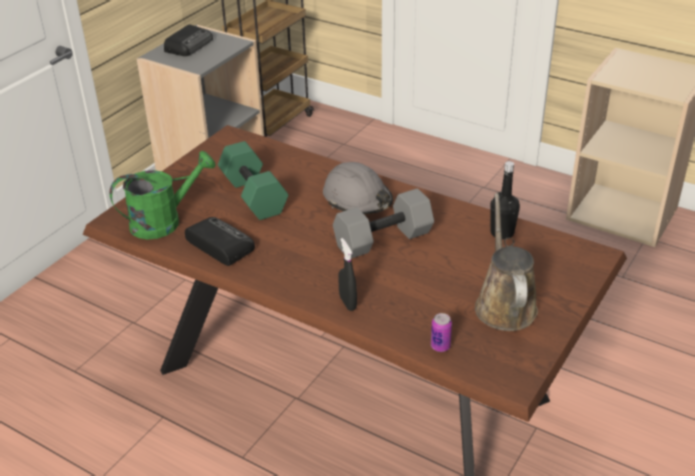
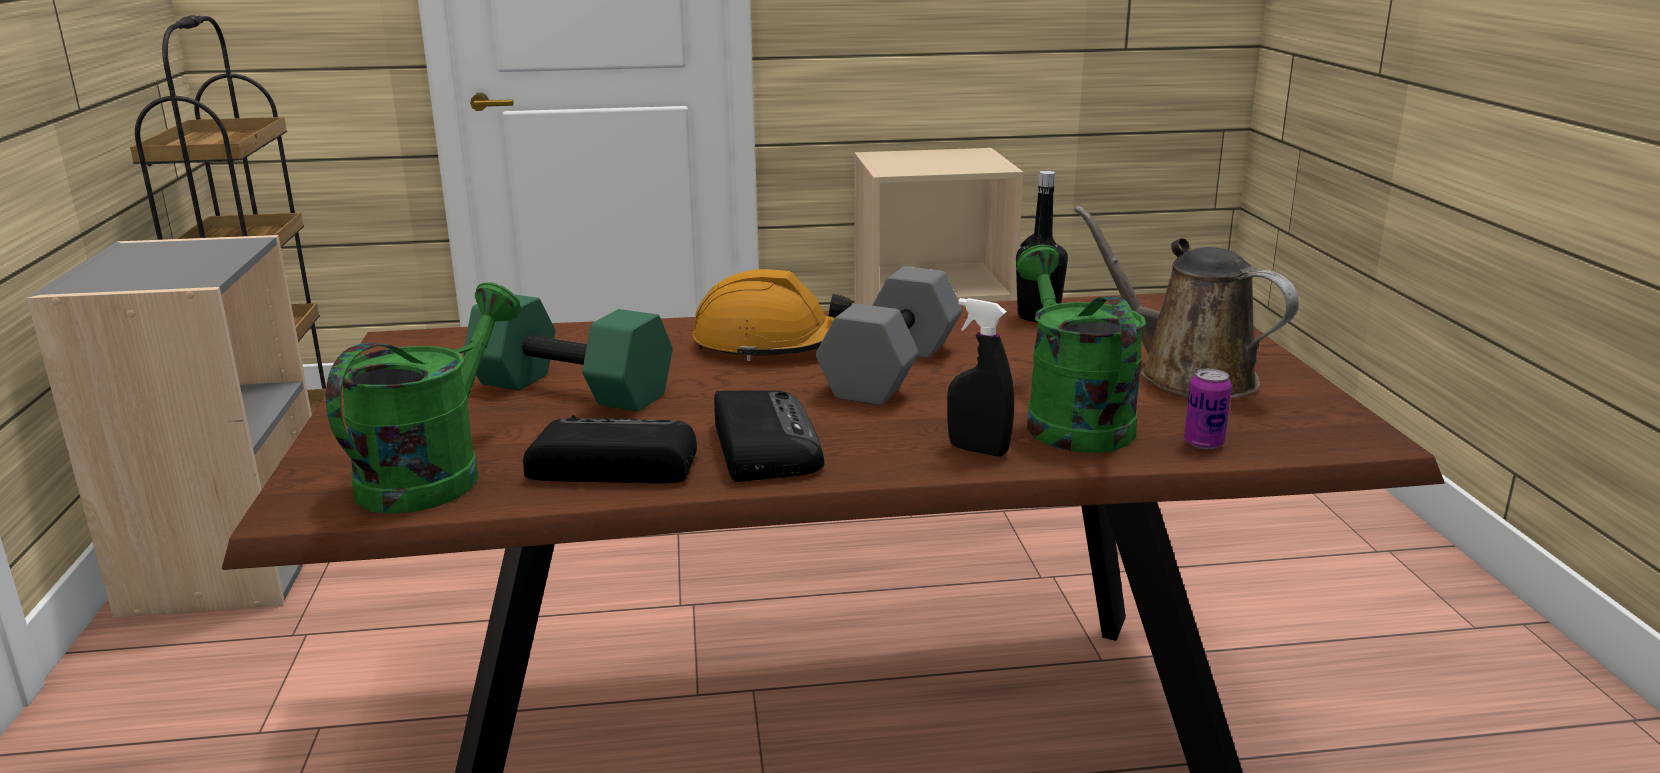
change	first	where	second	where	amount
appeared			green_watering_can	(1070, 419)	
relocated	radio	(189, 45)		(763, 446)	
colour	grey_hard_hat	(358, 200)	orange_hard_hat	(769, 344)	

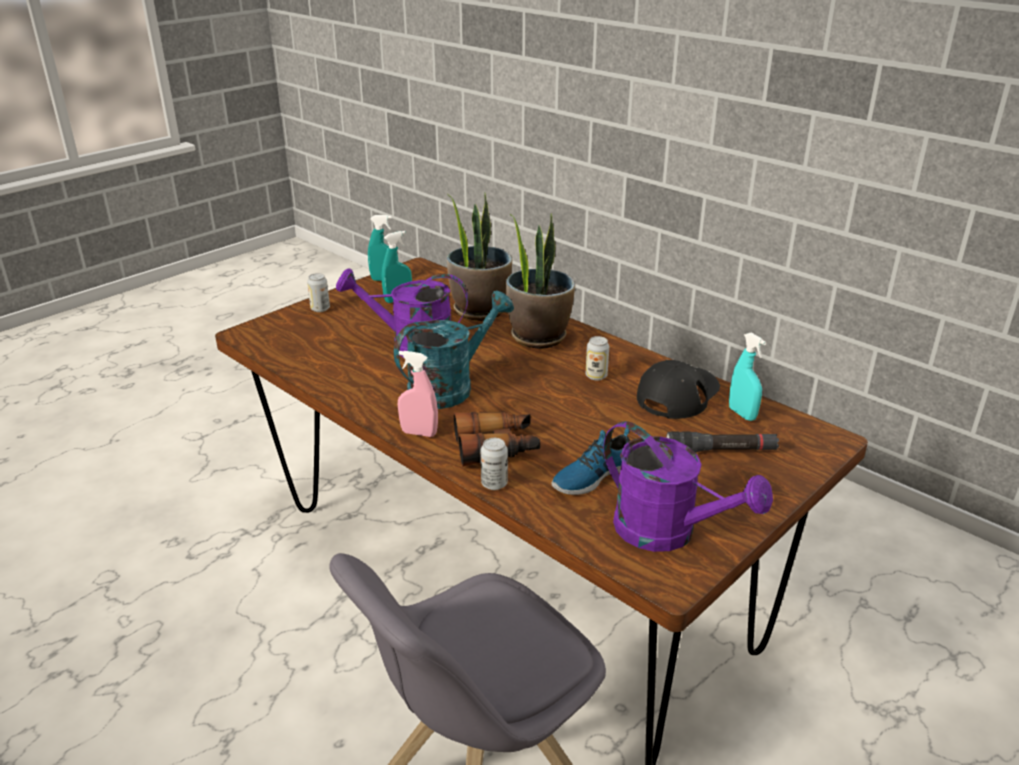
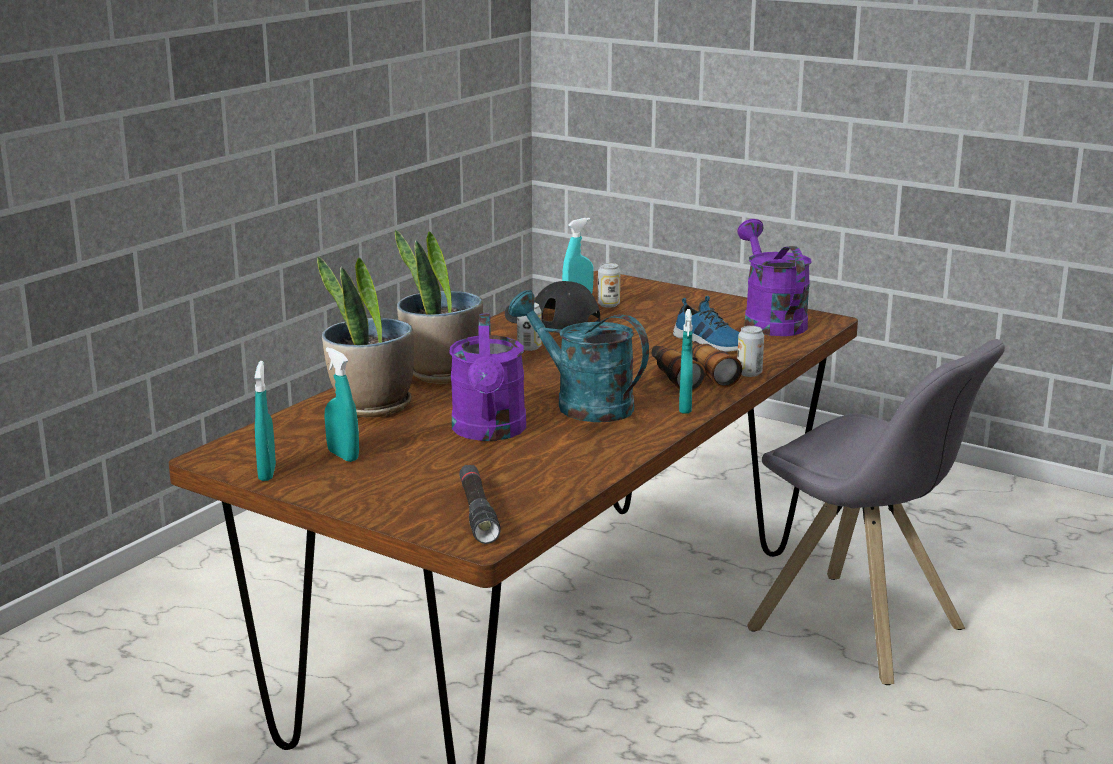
change	first	where	second	where	amount
relocated	can	(320, 309)		(608, 305)	
relocated	black_flashlight	(721, 450)		(477, 513)	
colour	pink_spray_bottle	(419, 433)	turquoise_spray_bottle	(685, 408)	
spun	purple_watering_can	(668, 533)		(770, 321)	45 degrees counterclockwise

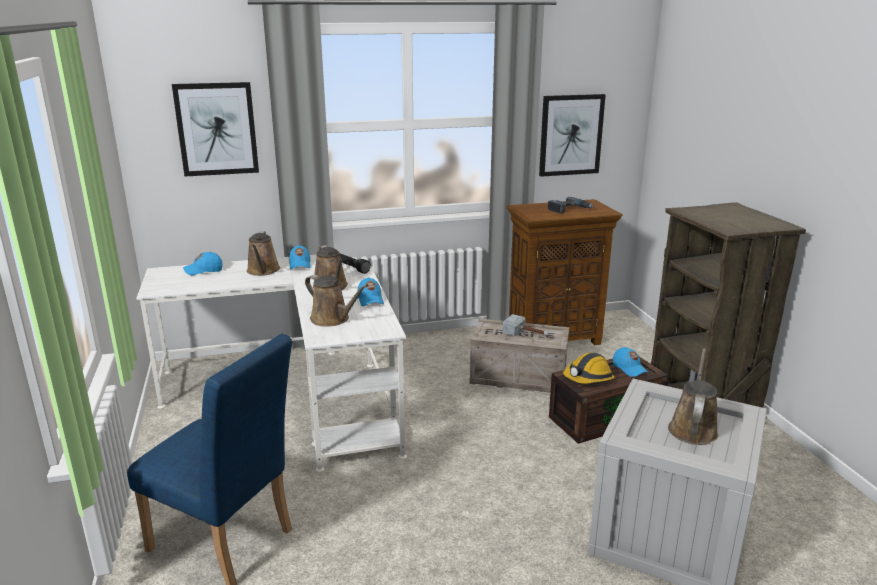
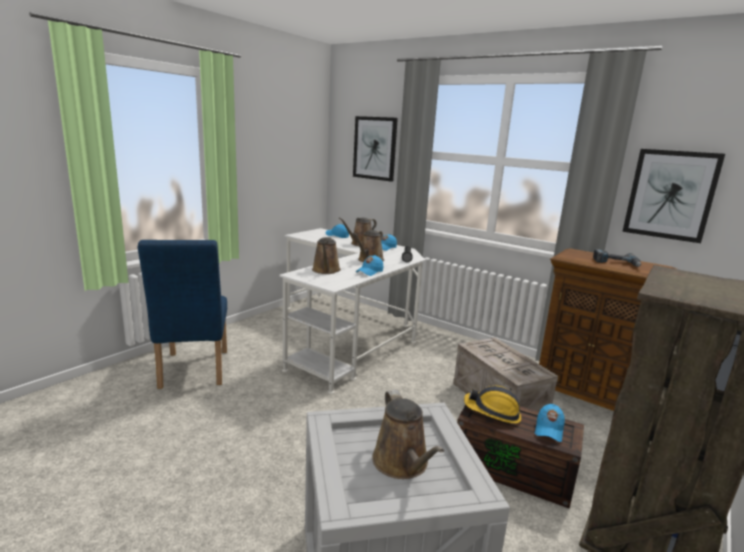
change	first	where	second	where	amount
missing	hammer	(526, 334)			
spun	brown_watering_can	(693, 428)		(402, 464)	90 degrees clockwise

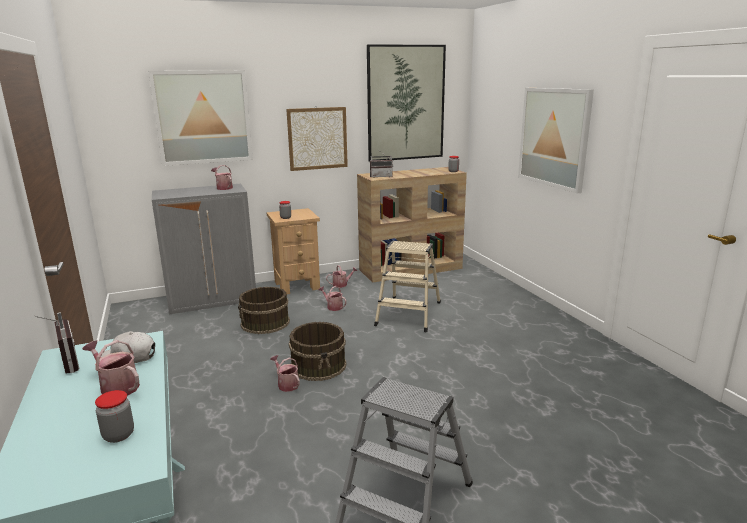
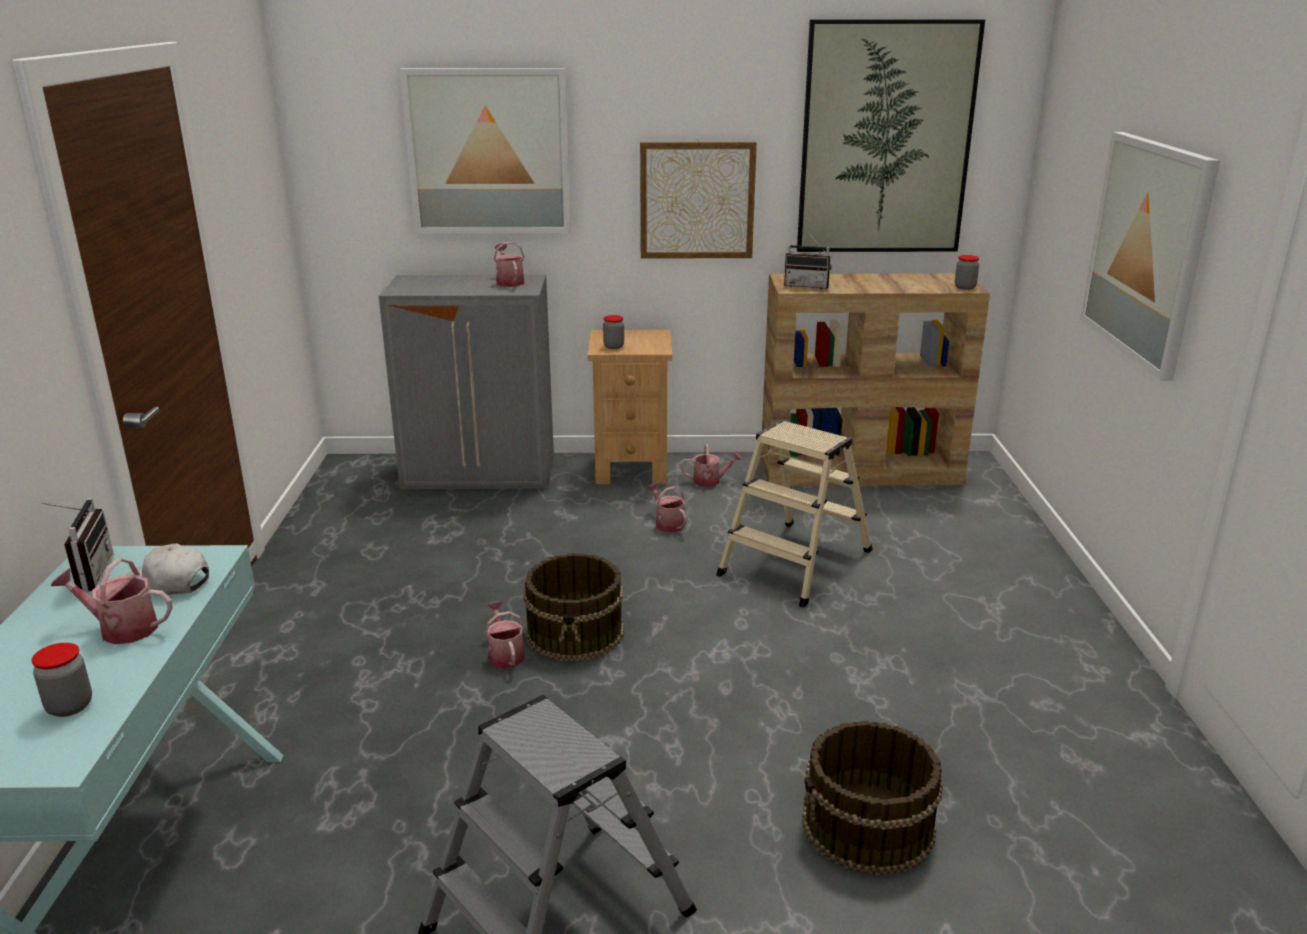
change	first	where	second	where	amount
relocated	brown_bucket	(265, 323)		(868, 827)	
spun	watering_can	(116, 387)		(121, 628)	45 degrees counterclockwise

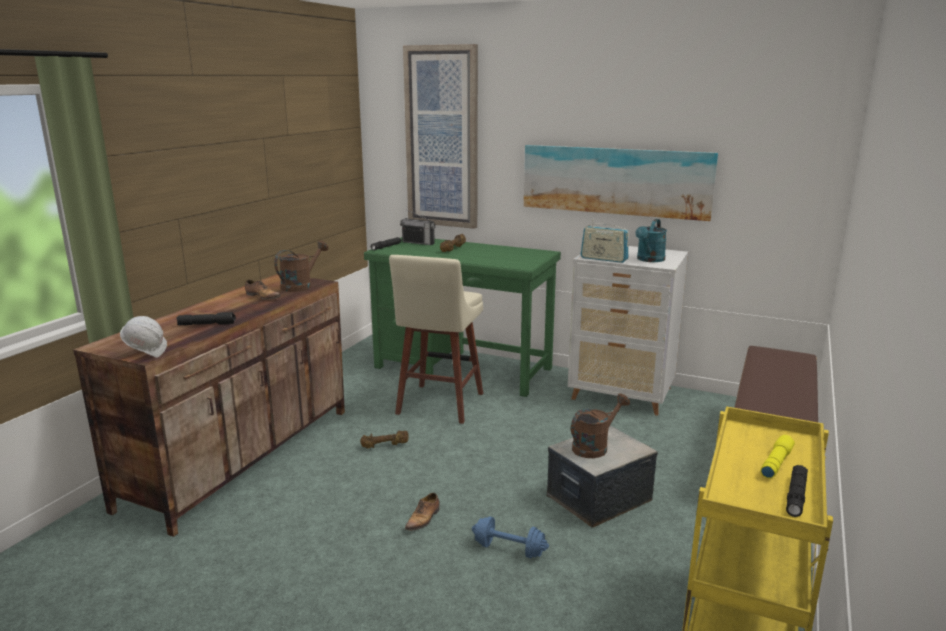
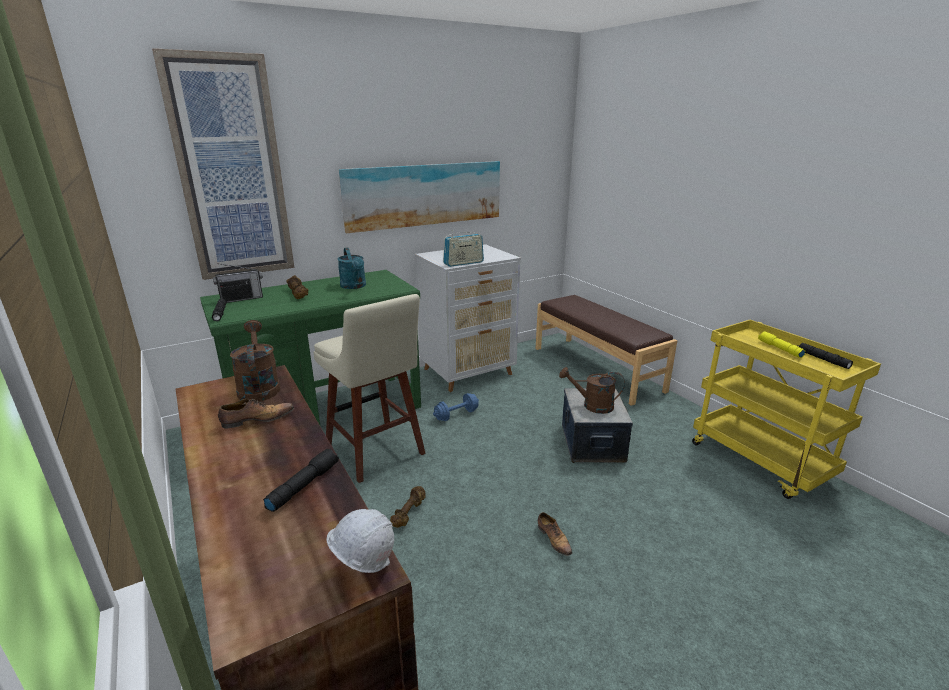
change	first	where	second	where	amount
relocated	blue_dumbbell	(509, 549)		(456, 415)	
relocated	turquoise_watering_can	(649, 260)		(354, 286)	
spun	brown_watering_can	(594, 446)		(592, 405)	75 degrees counterclockwise

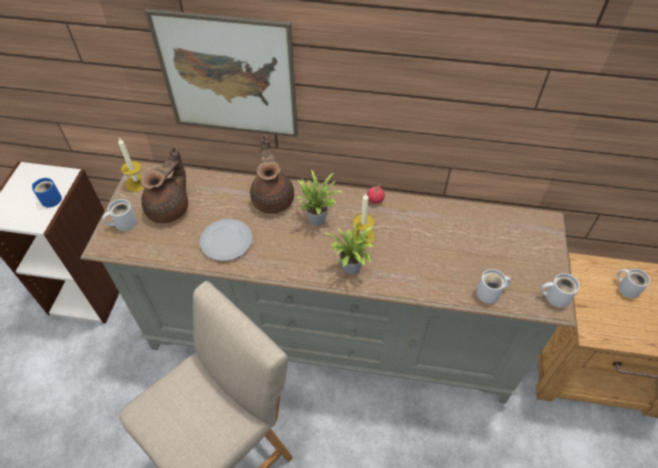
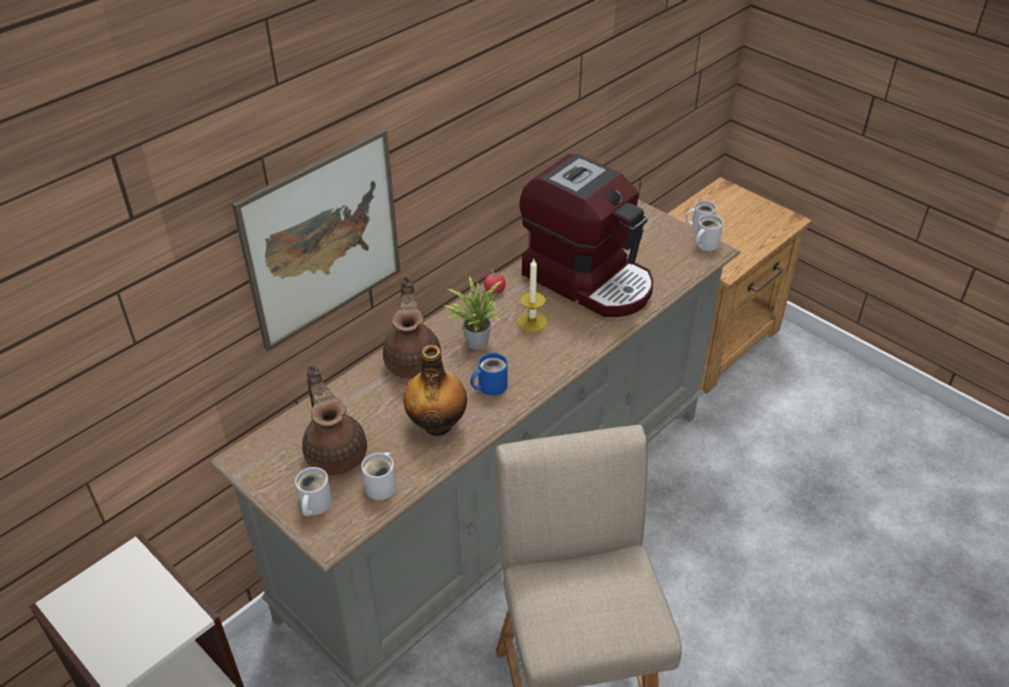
change	first	where	second	where	amount
missing	candle	(137, 183)			
missing	potted_plant	(351, 269)			
appeared			coffee_machine	(589, 279)	
relocated	blue_mug	(50, 198)		(489, 386)	
relocated	white_mug	(490, 293)		(383, 485)	
exchanged	plate	(227, 241)	bottle	(437, 424)	
spun	brown_teapot	(273, 198)		(413, 360)	60 degrees clockwise

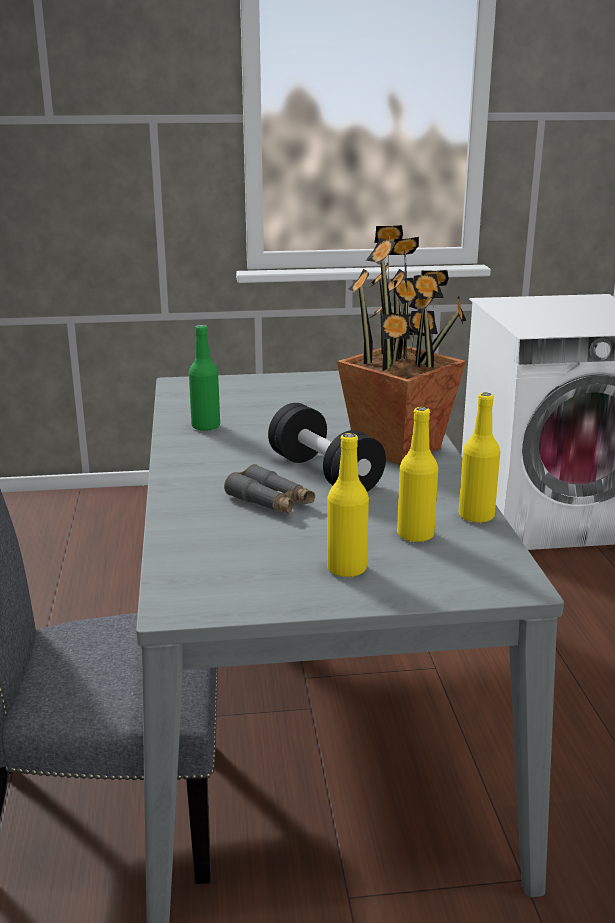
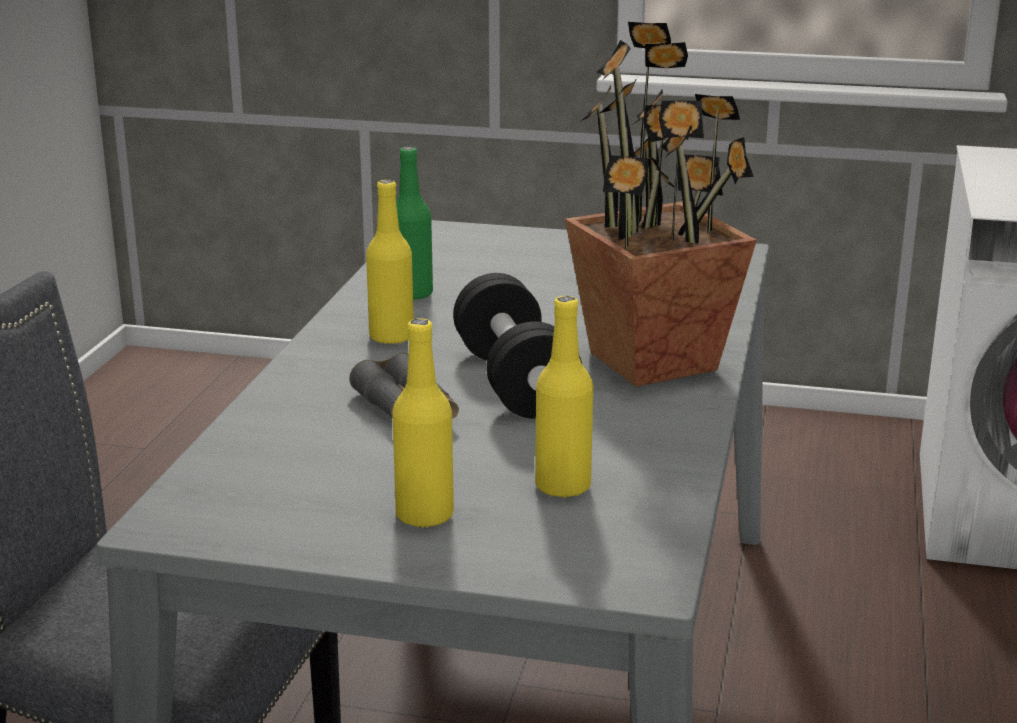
change	first	where	second	where	amount
relocated	yellow_bottle	(476, 516)		(391, 337)	

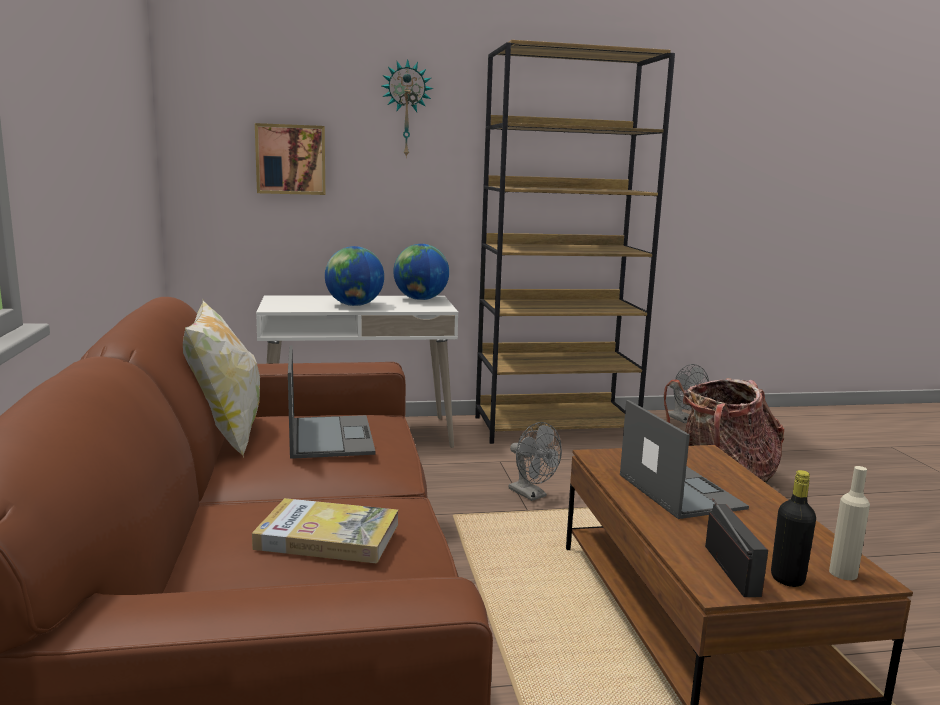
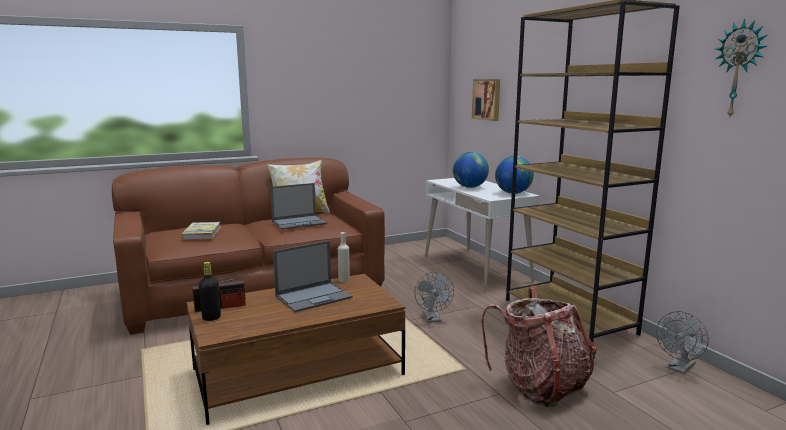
change	first	where	second	where	amount
relocated	wall_clock	(406, 109)		(739, 69)	
relocated	beige_bottle	(843, 573)		(344, 280)	
spun	grey_fan	(532, 495)		(433, 319)	45 degrees counterclockwise

